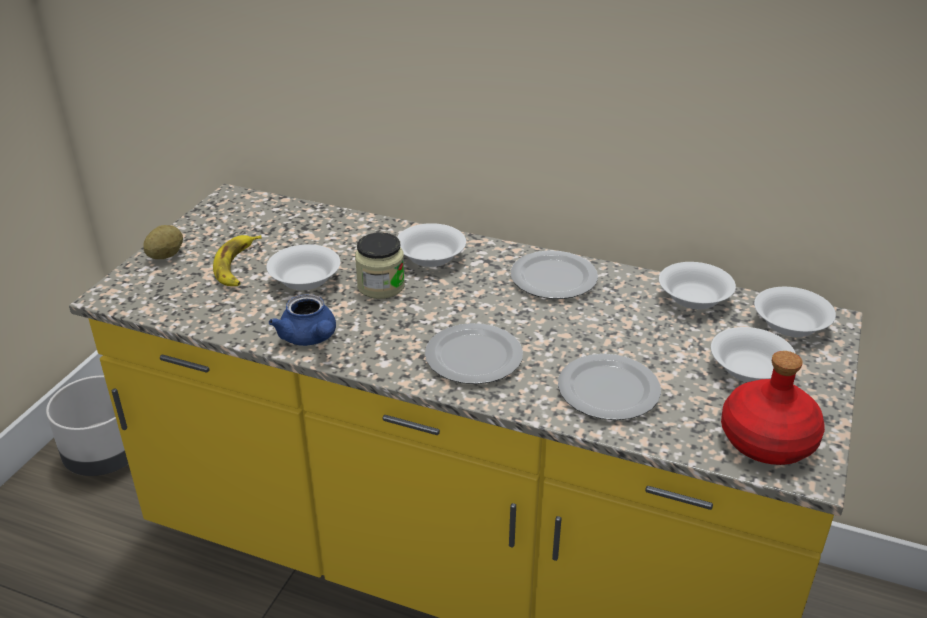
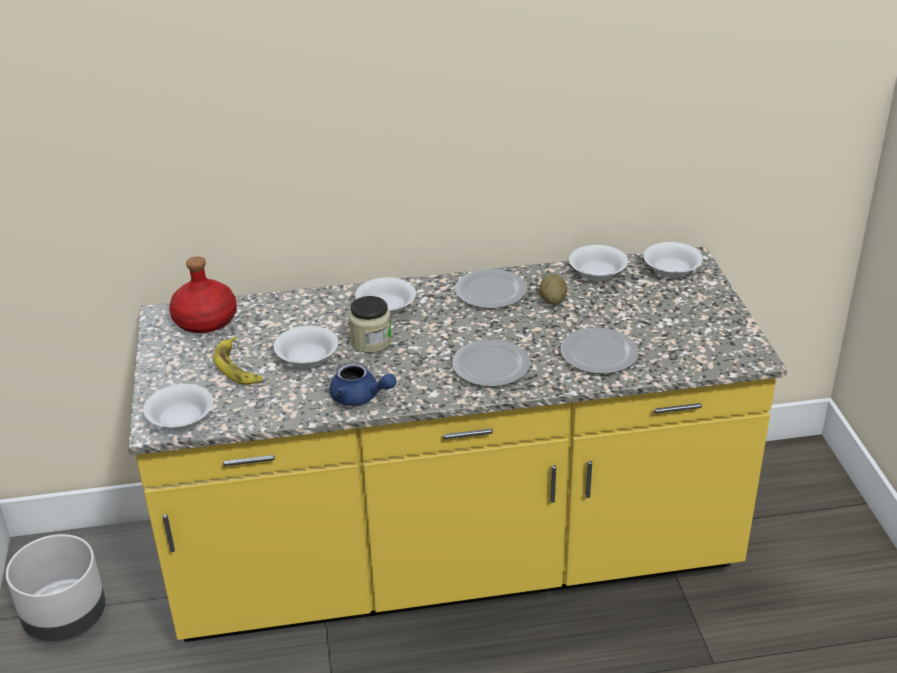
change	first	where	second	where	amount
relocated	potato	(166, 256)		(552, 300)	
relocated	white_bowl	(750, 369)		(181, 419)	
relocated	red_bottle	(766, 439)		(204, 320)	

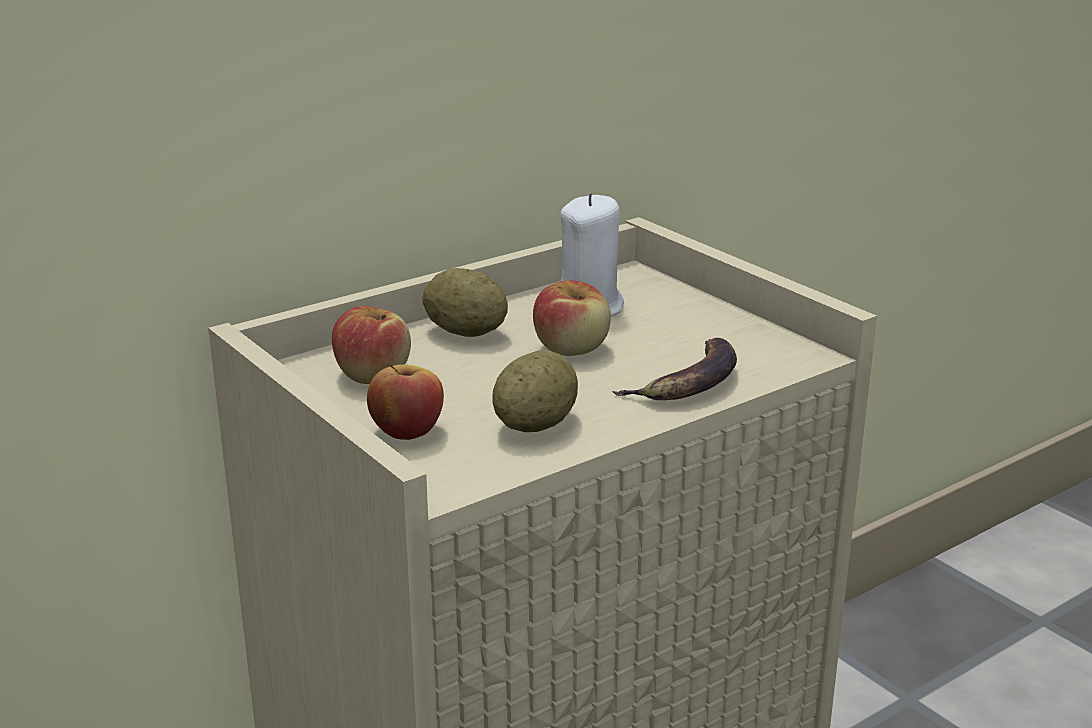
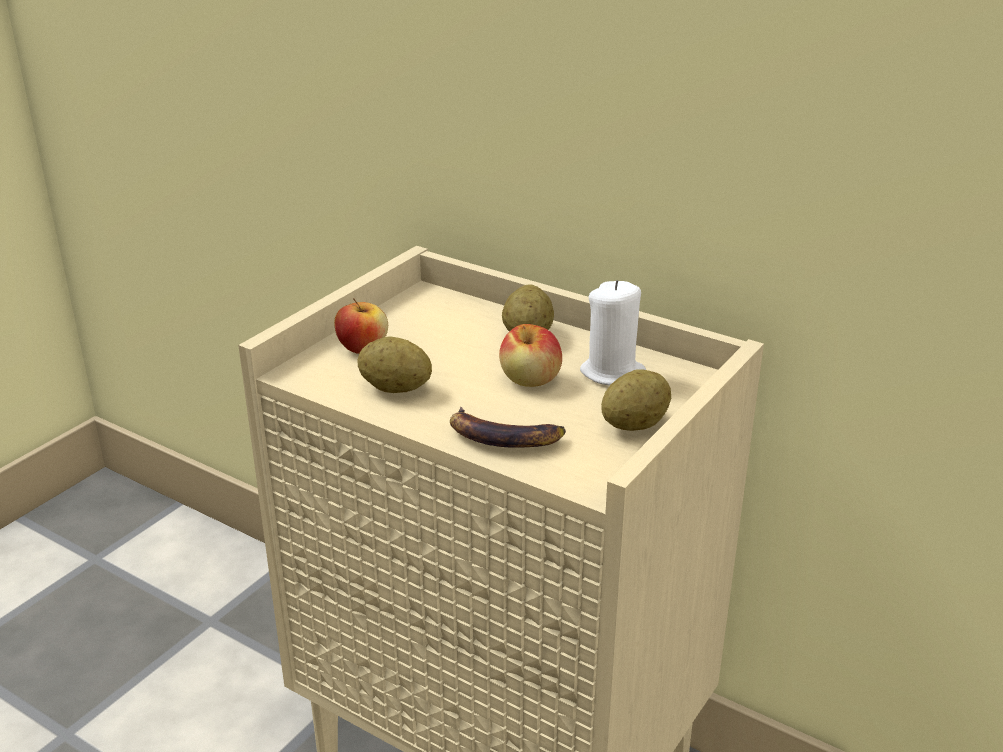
change	first	where	second	where	amount
missing	apple	(373, 375)			
appeared			potato	(634, 425)	

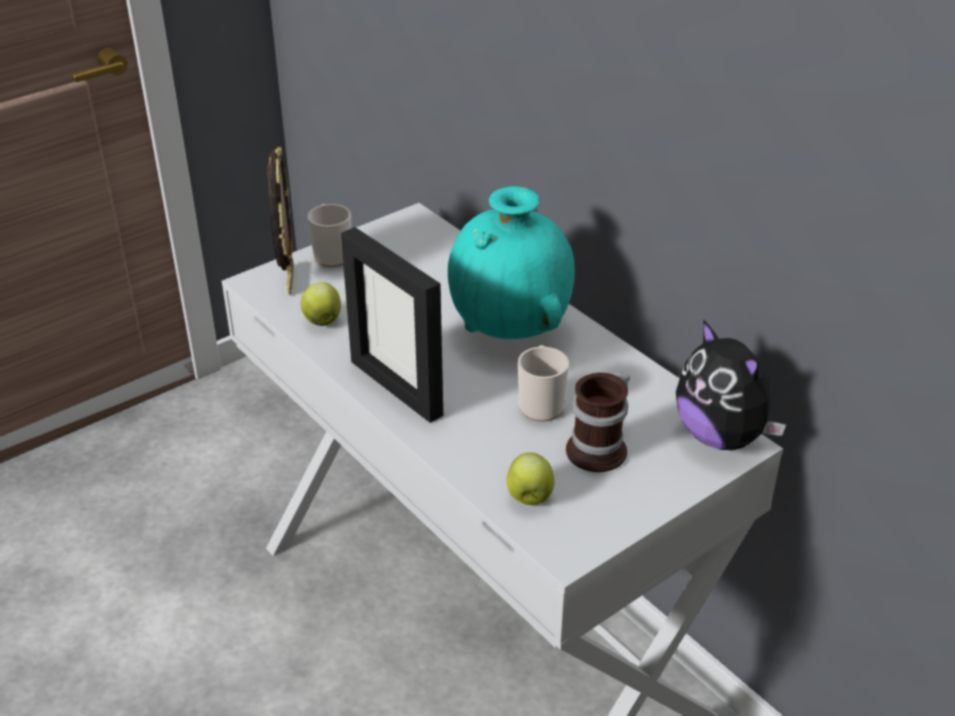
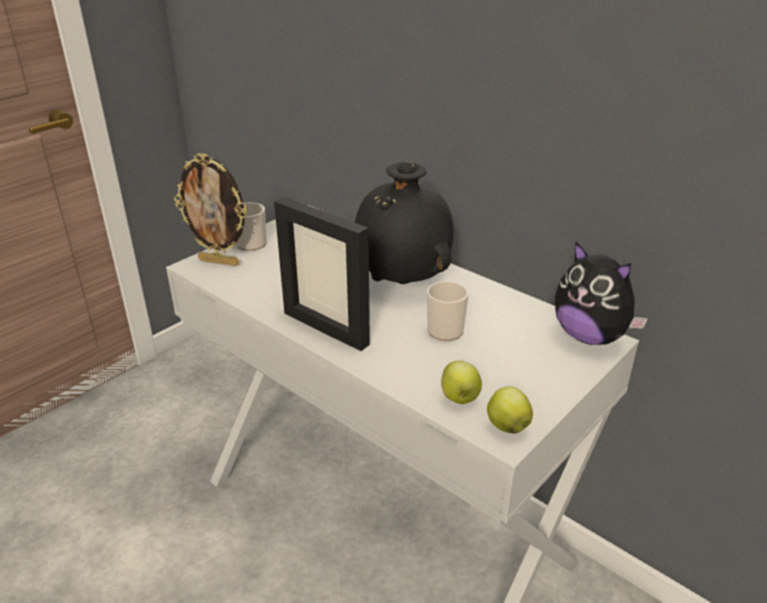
change	first	where	second	where	amount
missing	mug	(602, 448)			
relocated	apple	(322, 320)		(507, 425)	
colour	turquoise_vase	(510, 332)	black_vase	(403, 281)	
spun	picture_frame	(288, 280)		(220, 261)	120 degrees clockwise

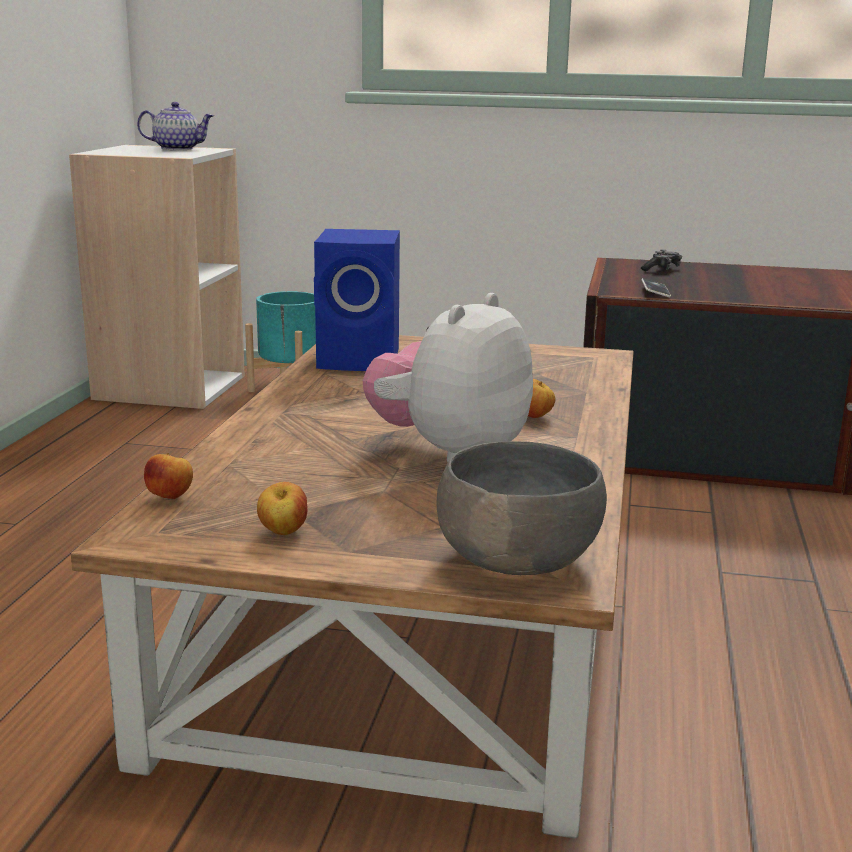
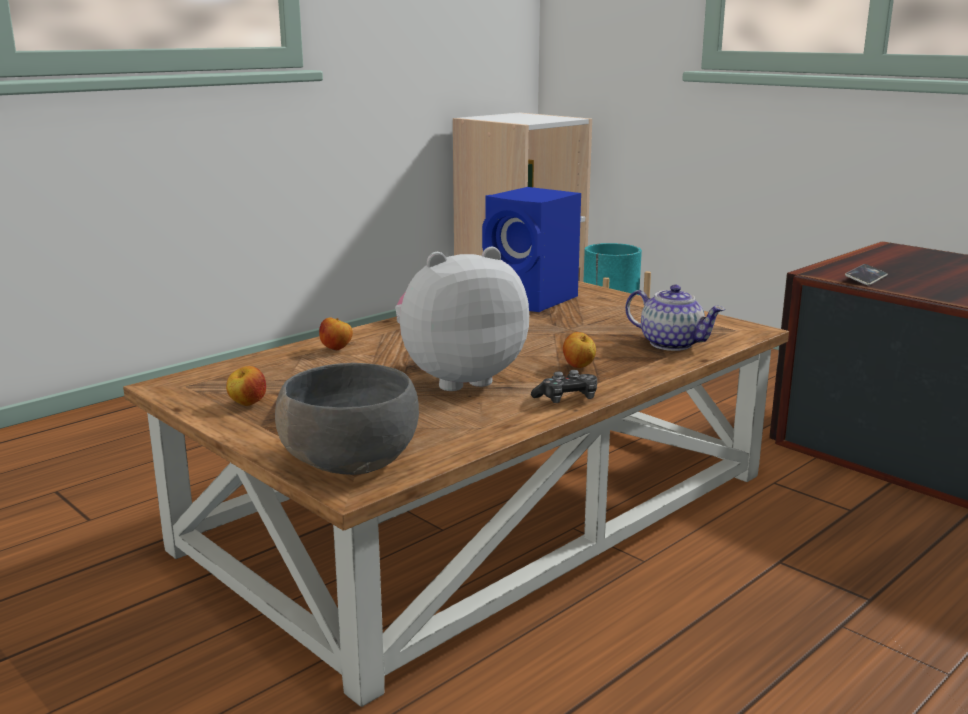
change	first	where	second	where	amount
relocated	teapot	(178, 149)		(672, 344)	
relocated	apple	(170, 498)		(336, 349)	
relocated	game_controller	(662, 269)		(567, 399)	

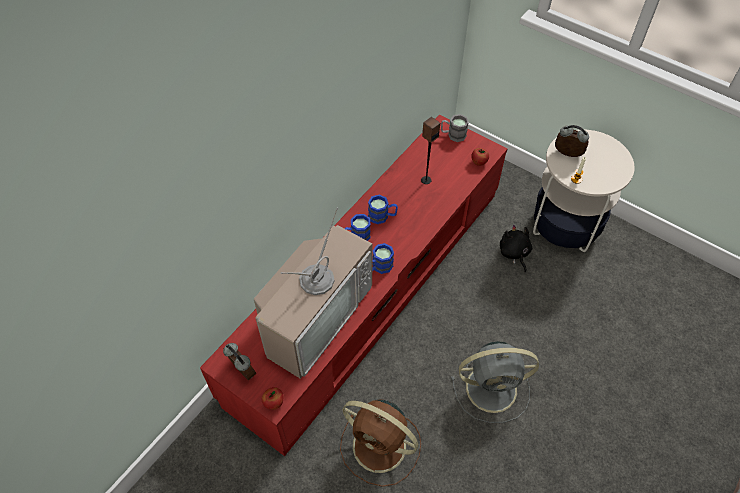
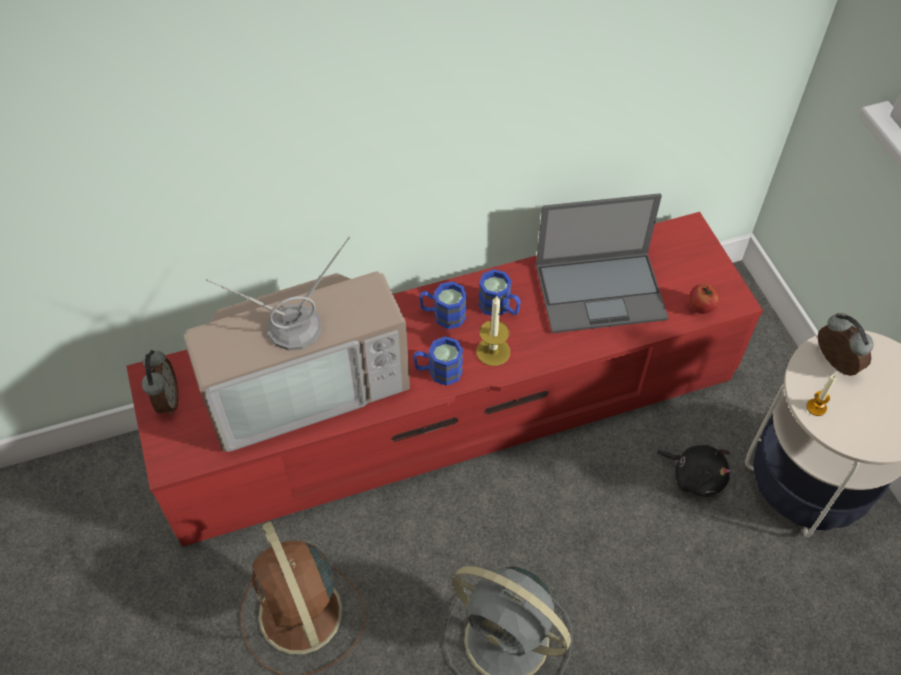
change	first	where	second	where	amount
missing	apple	(274, 403)			
missing	grey_mug	(453, 135)			
appeared			candle	(493, 351)	
exchanged	speaker	(426, 180)	laptop	(601, 291)	
spun	black_plush_toy	(514, 253)		(695, 476)	105 degrees clockwise

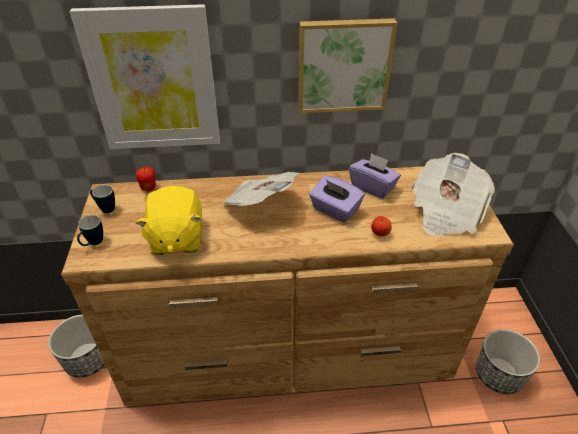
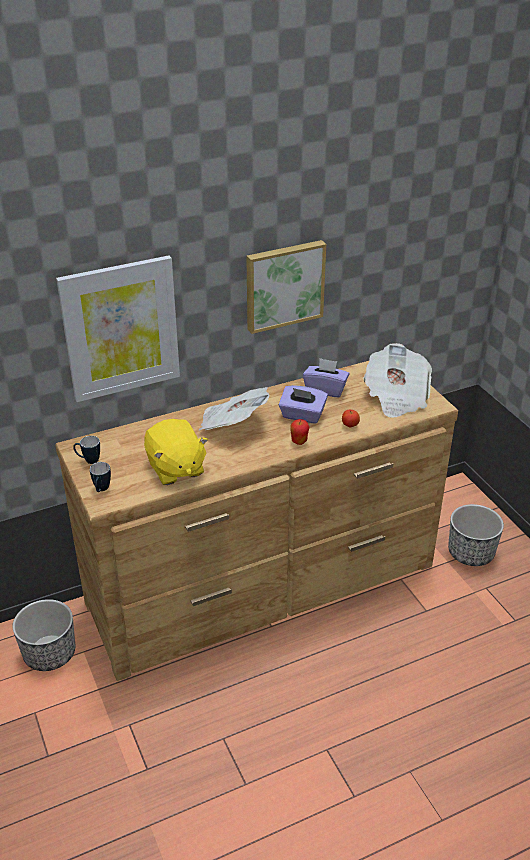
change	first	where	second	where	amount
relocated	apple	(148, 188)		(299, 441)	

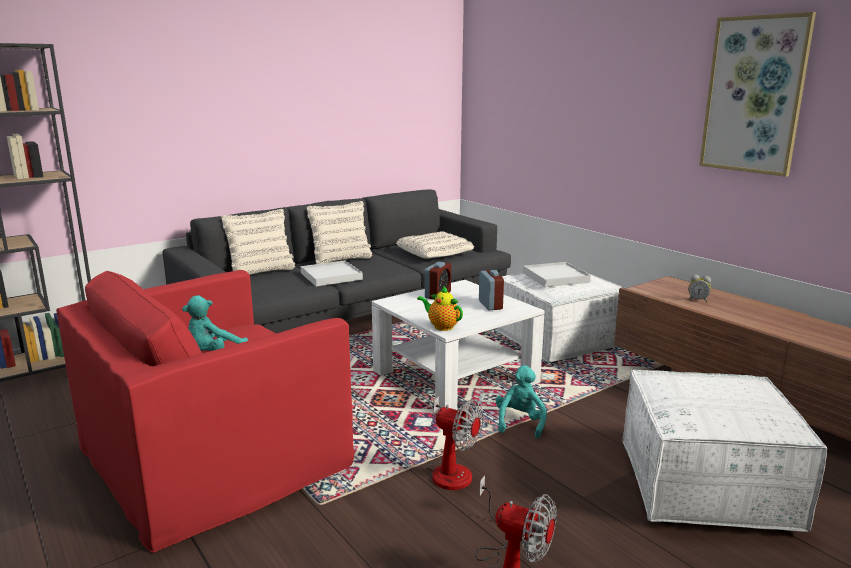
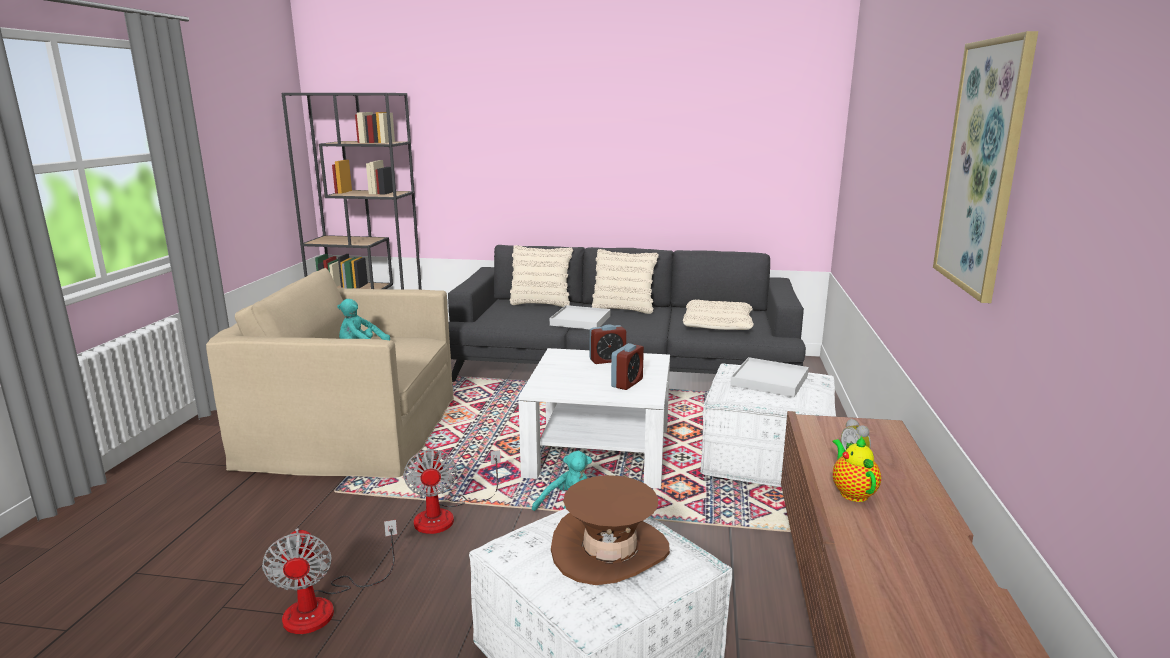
change	first	where	second	where	amount
appeared			brown_hat	(610, 550)	
relocated	teapot	(441, 326)		(852, 492)	
colour	red_armchair	(213, 453)	beige_armchair	(352, 430)	

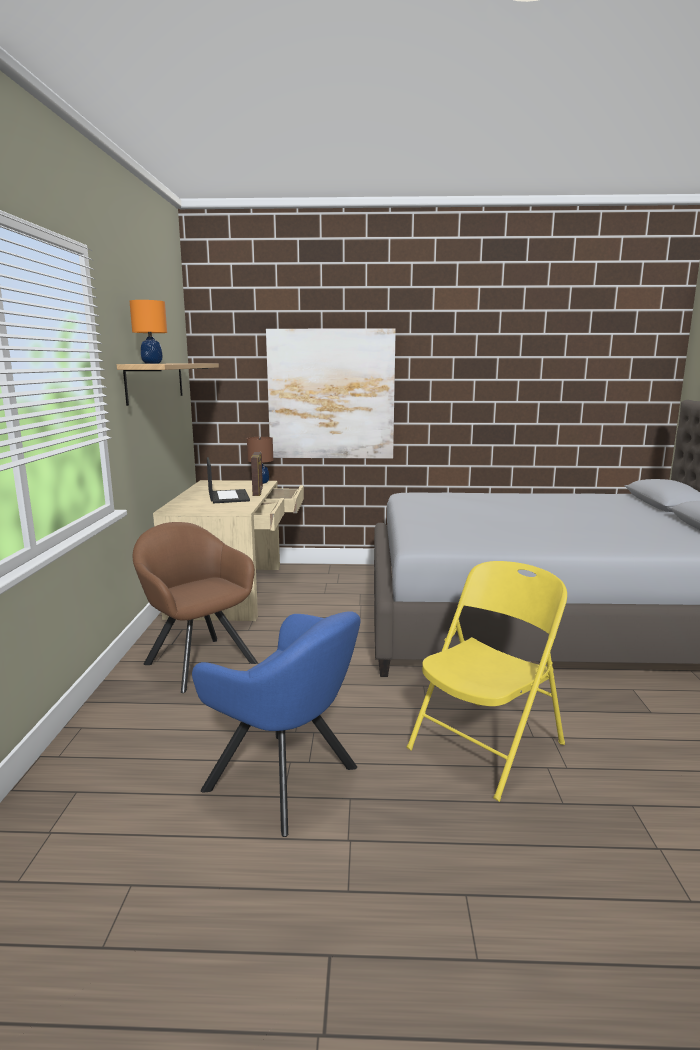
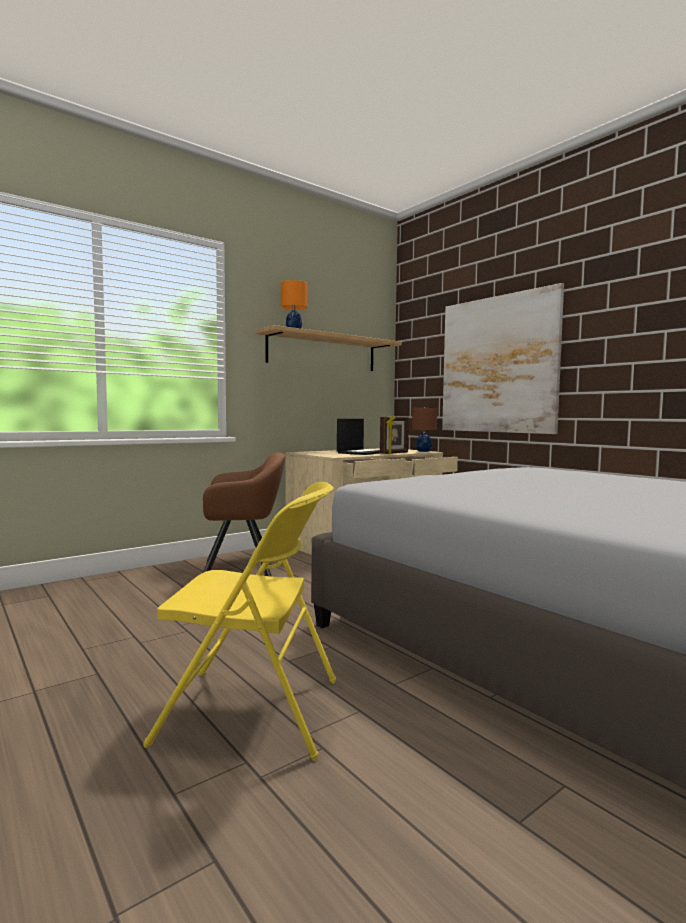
change	first	where	second	where	amount
missing	blue_armchair	(288, 782)			
spun	brown_armchair	(197, 660)		(244, 569)	75 degrees clockwise

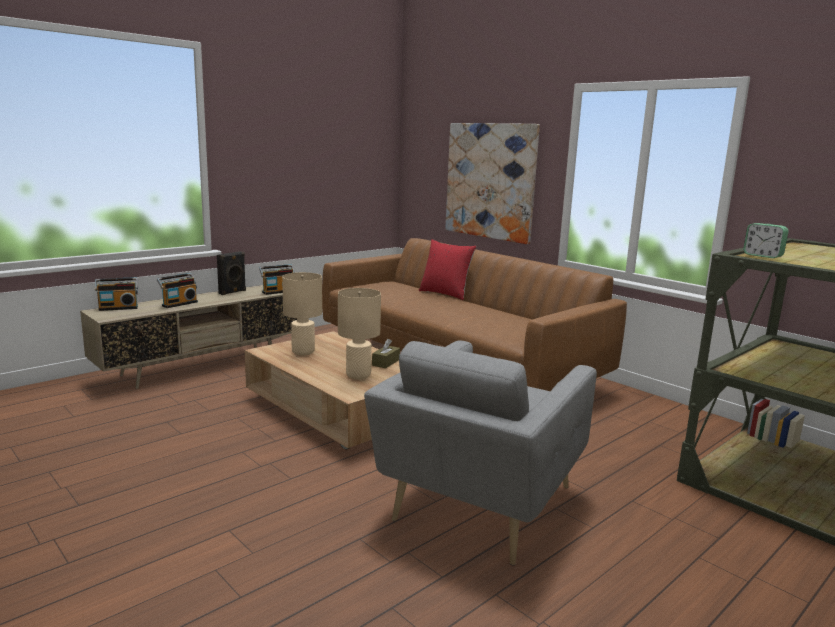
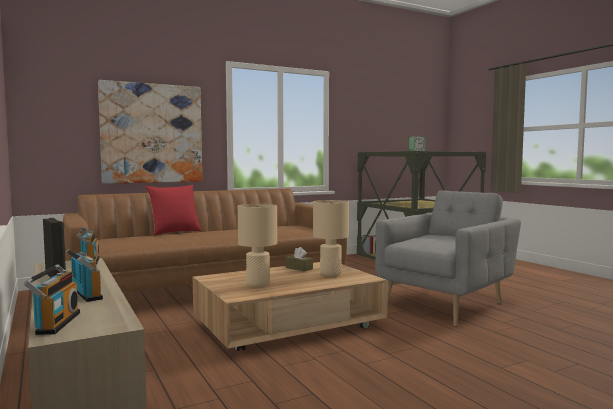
change	first	where	second	where	amount
spun	grey_armchair	(479, 506)		(447, 304)	90 degrees counterclockwise

